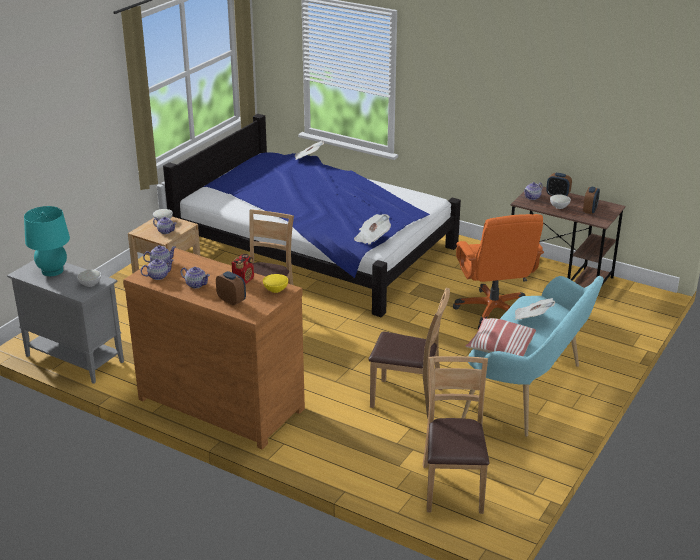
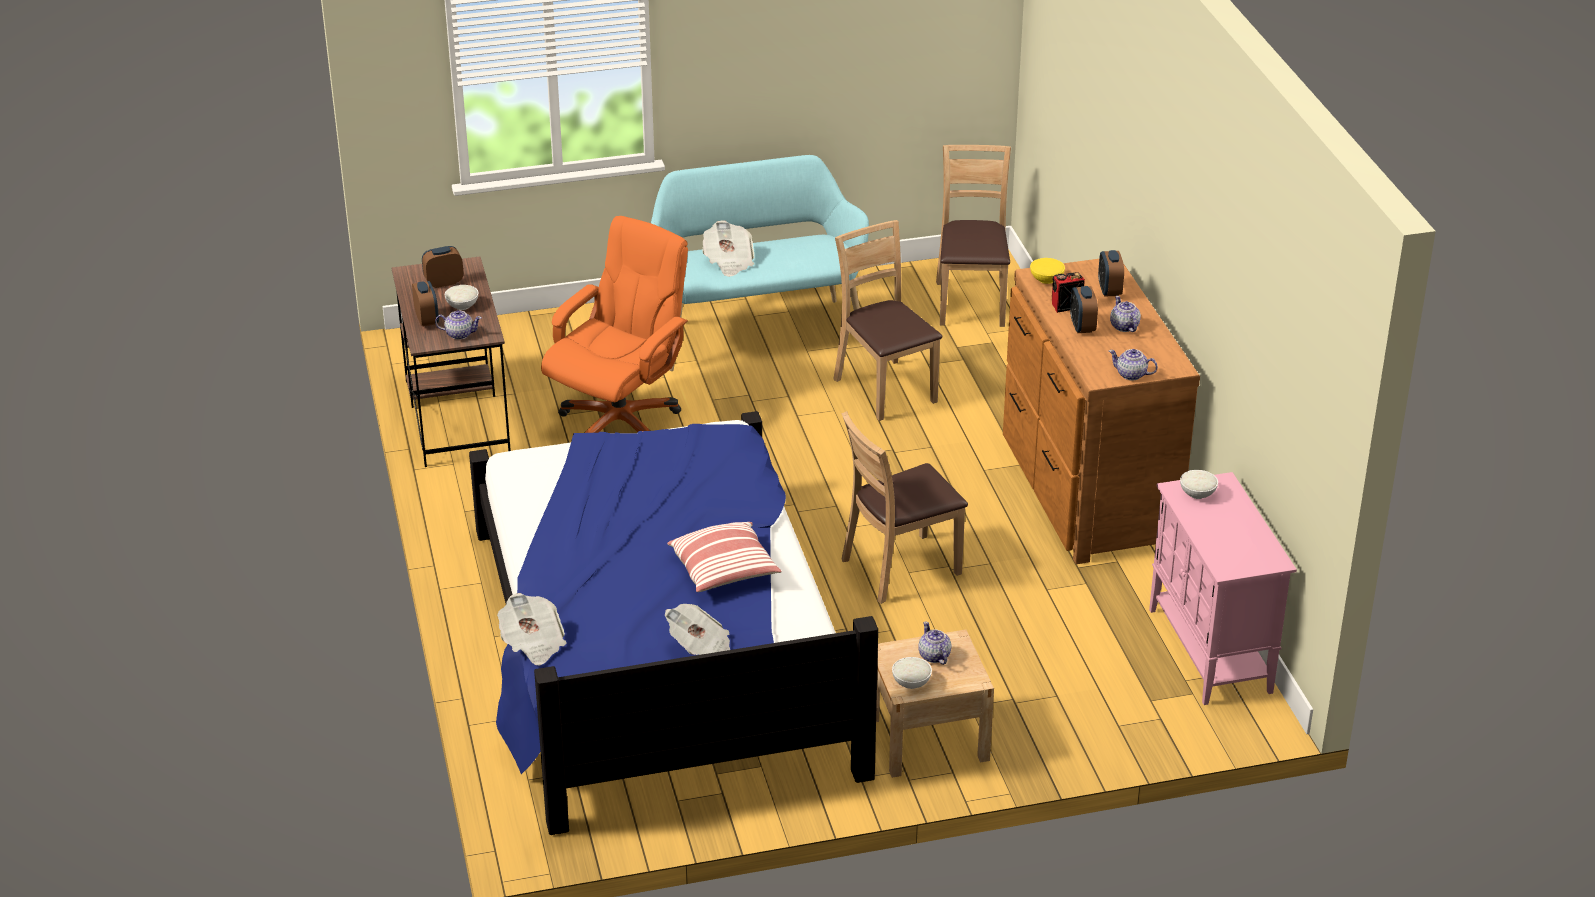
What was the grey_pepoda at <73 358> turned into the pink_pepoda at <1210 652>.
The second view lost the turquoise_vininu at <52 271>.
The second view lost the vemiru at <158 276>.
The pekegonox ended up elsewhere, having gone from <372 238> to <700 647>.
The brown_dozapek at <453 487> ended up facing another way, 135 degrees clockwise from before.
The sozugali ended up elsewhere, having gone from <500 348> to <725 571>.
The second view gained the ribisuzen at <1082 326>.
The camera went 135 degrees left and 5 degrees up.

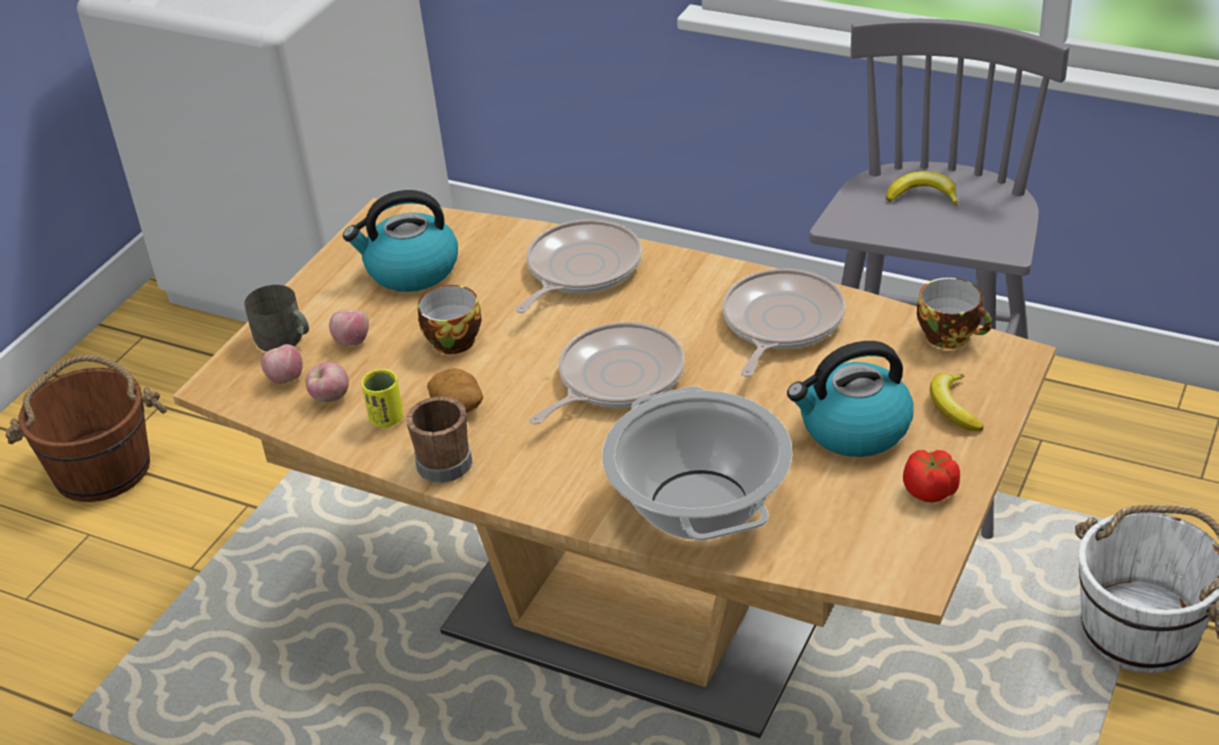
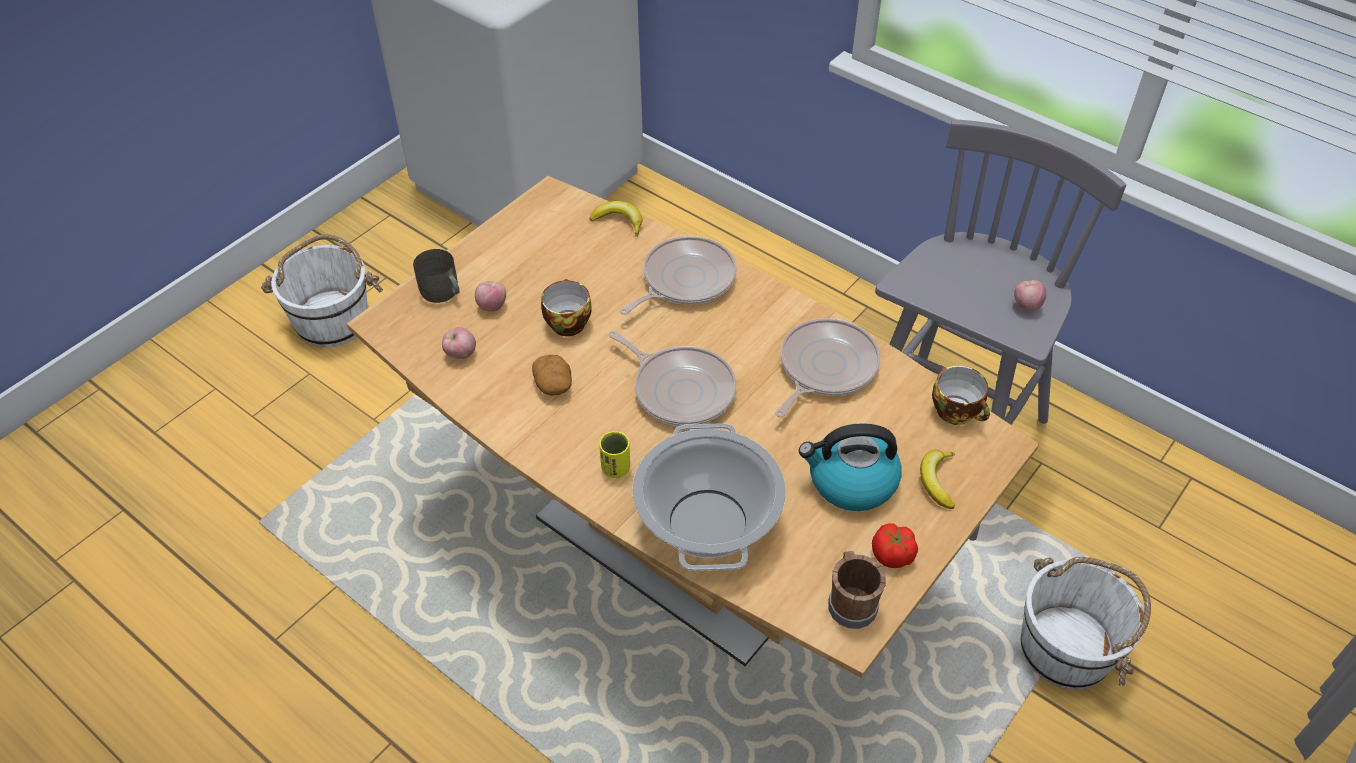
What was the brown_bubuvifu at <102 468> turned into the white_bubuvifu at <333 320>.
The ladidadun ended up elsewhere, having gone from <285 379> to <1026 305>.
The second view lost the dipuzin at <411 270>.
The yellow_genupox ended up elsewhere, having gone from <386 419> to <615 468>.
The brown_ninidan ended up elsewhere, having gone from <442 460> to <851 602>.
The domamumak at <615 379> ended up facing another way, 75 degrees clockwise from before.
The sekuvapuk ended up elsewhere, having gone from <923 196> to <619 221>.
The camera went 10 degrees right and 10 degrees up.

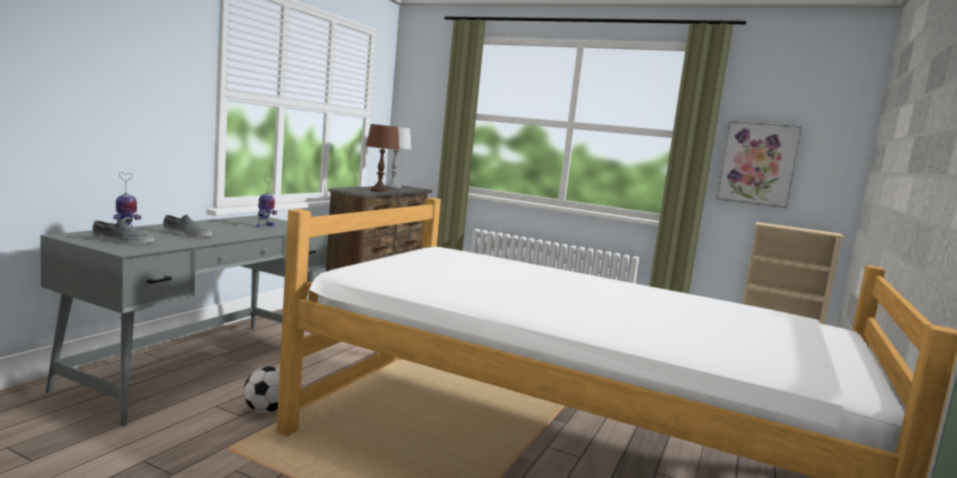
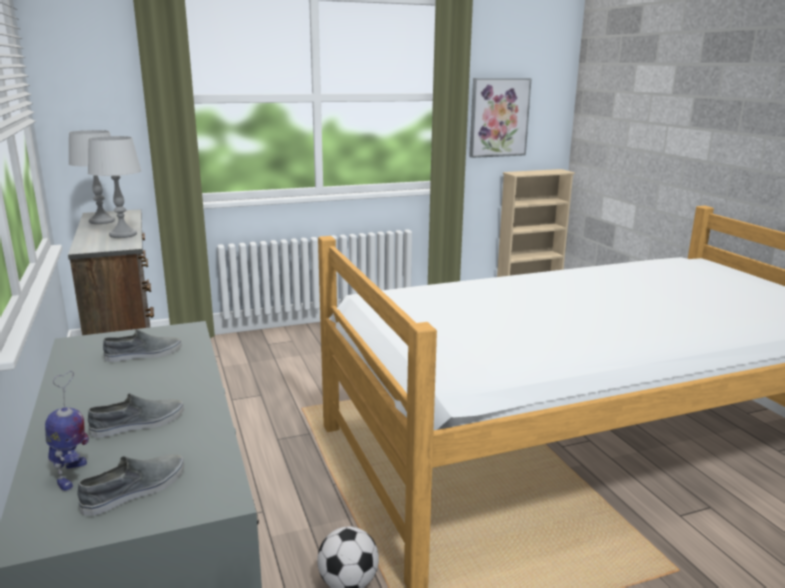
Where the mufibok stood at <264 226>, the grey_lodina came to stand at <144 354>.
What was the brown_vininu at <379 190> turned into the grey_vininu at <122 235>.
The camera went 45 degrees left and 10 degrees up.

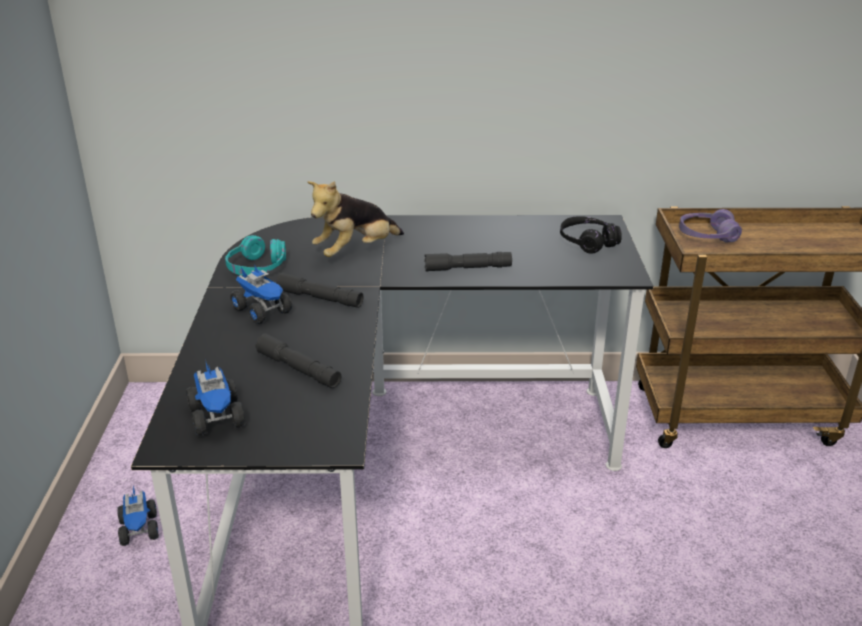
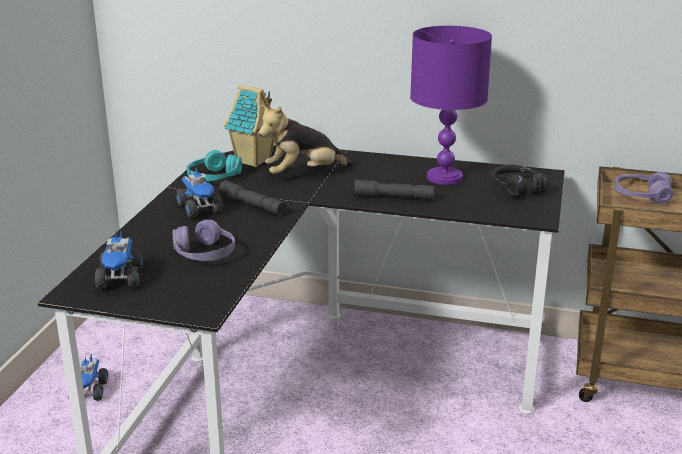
Where the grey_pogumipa stood at <298 369>, the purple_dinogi came to stand at <204 254>.
The second view gained the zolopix at <254 161>.
The second view gained the purple_vininu at <443 177>.
The camera went 15 degrees right and 5 degrees down.

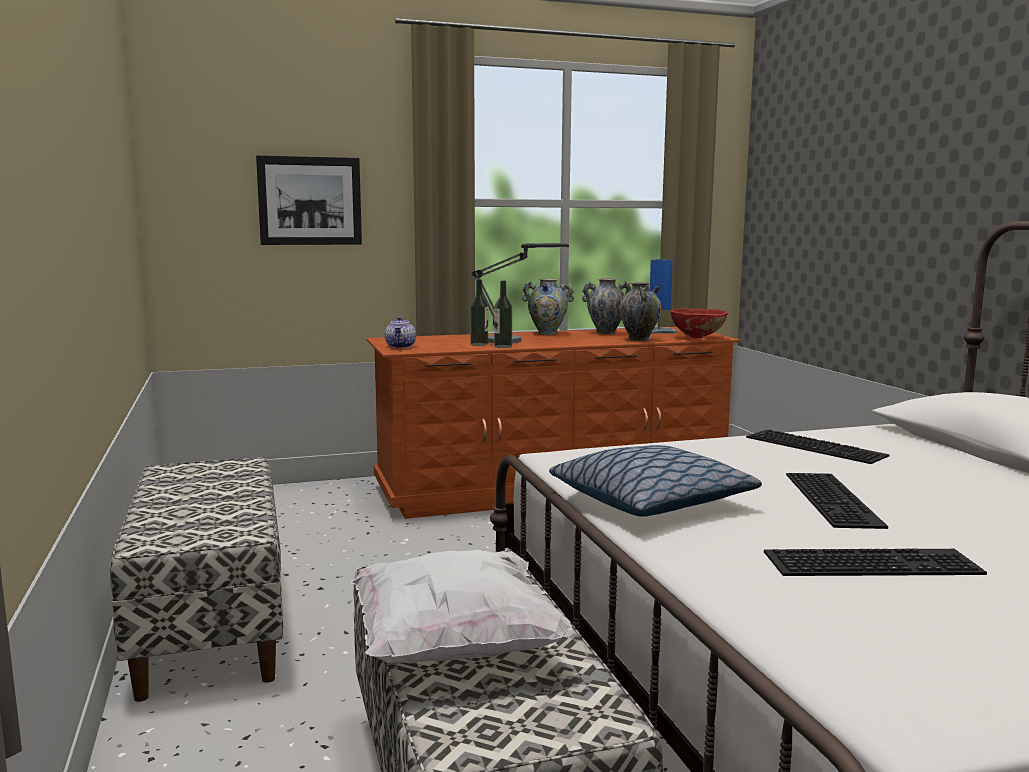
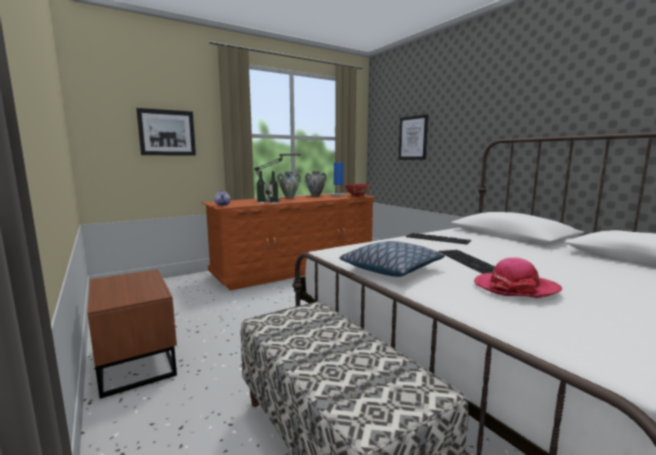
Where the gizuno stood at <209 623>, the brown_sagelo came to stand at <138 360>.
The second view lost the white_sozugali at <455 647>.
The second view lost the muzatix at <639 339>.
Where the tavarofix stood at <872 561>, the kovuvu came to stand at <515 288>.
The second view gained the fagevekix at <413 138>.
The camera went 15 degrees left and 0 degrees up.

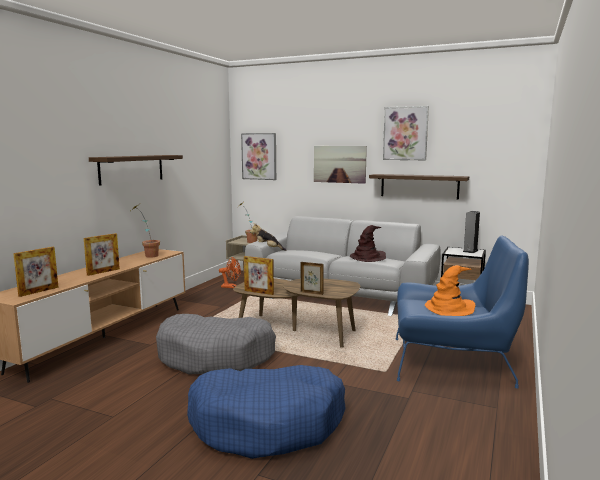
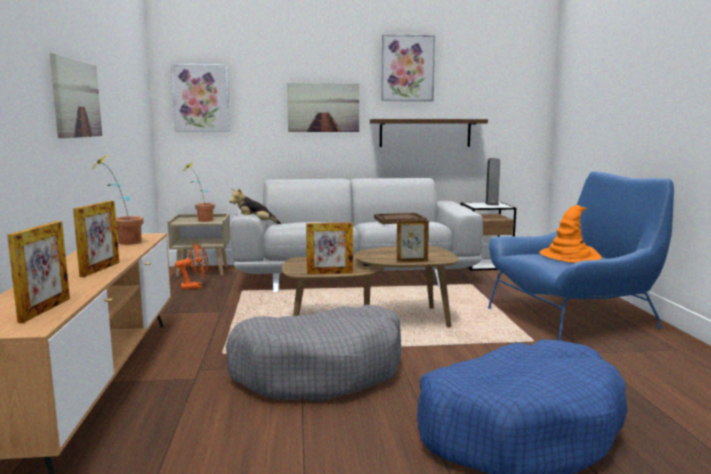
Where the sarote hung at <132 169>, the fagevekix came to hang at <76 98>.
Where the brown_kovuvu stood at <368 257>, the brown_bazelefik came to stand at <399 220>.
The camera went 30 degrees left and 0 degrees up.

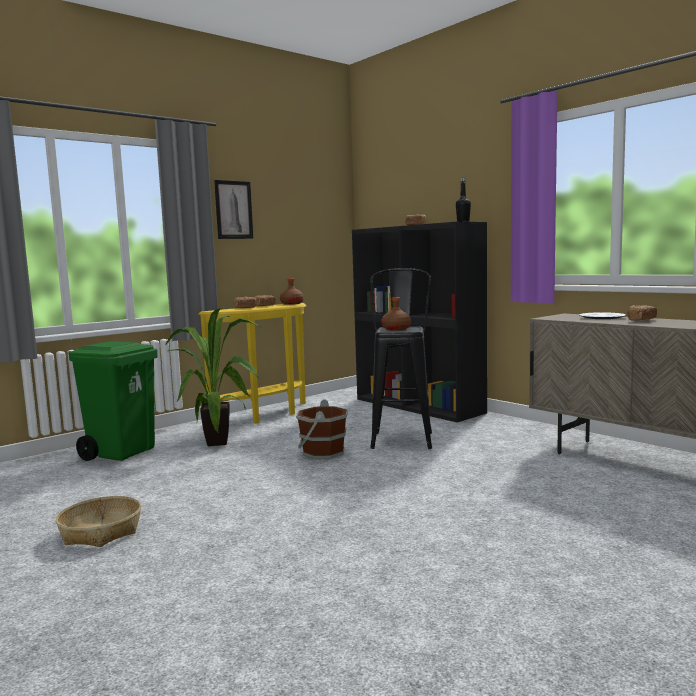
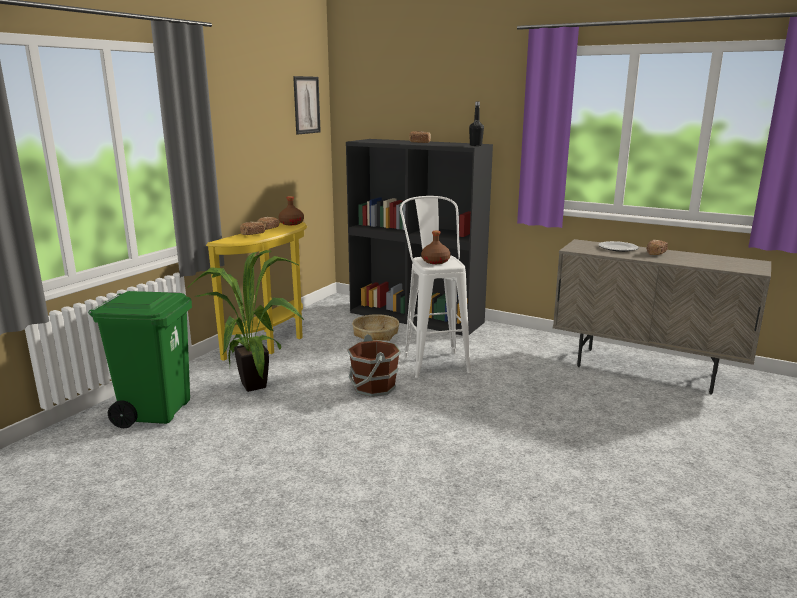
The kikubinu ended up elsewhere, having gone from <101 531> to <376 334>.
The fagevekix ended up elsewhere, having gone from <233 210> to <306 105>.
What was the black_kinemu at <402 437> turned into the white_kinemu at <433 360>.
The camera went 20 degrees left and 10 degrees up.

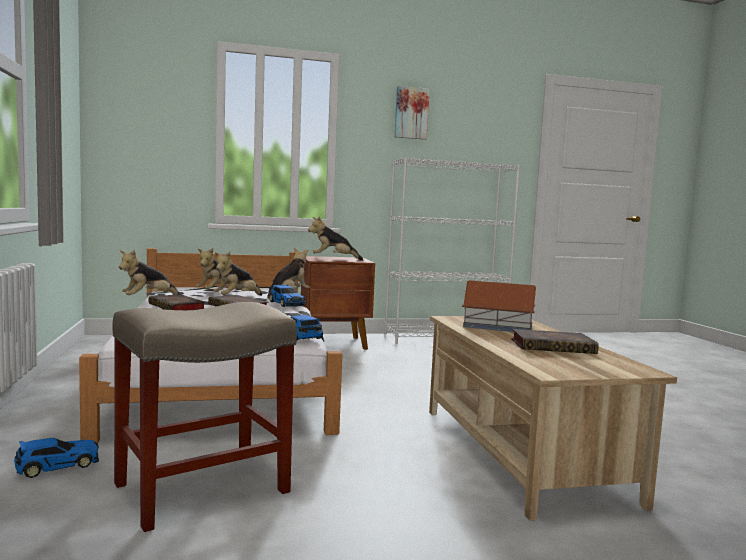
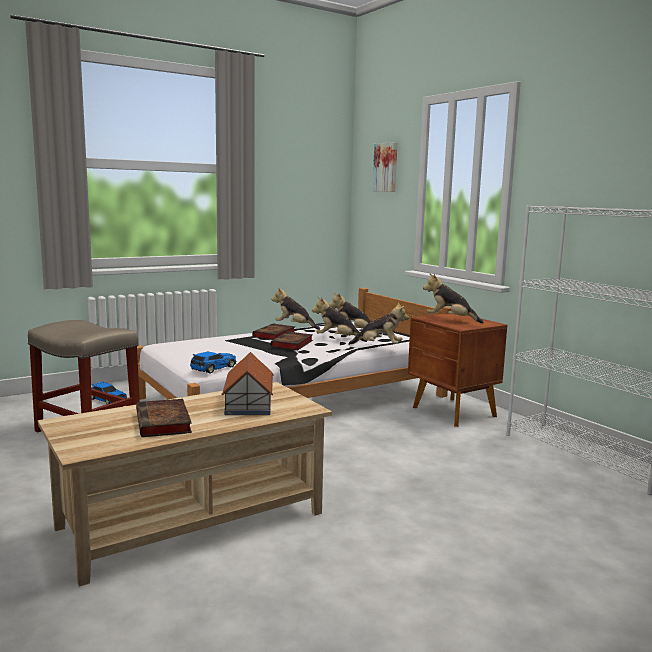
The second view lost the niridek at <287 303>.
The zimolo at <333 259> ended up facing another way, 45 degrees counterclockwise from before.
The fagevekix ended up elsewhere, having gone from <411 113> to <386 167>.
The camera went 70 degrees right and 5 degrees up.

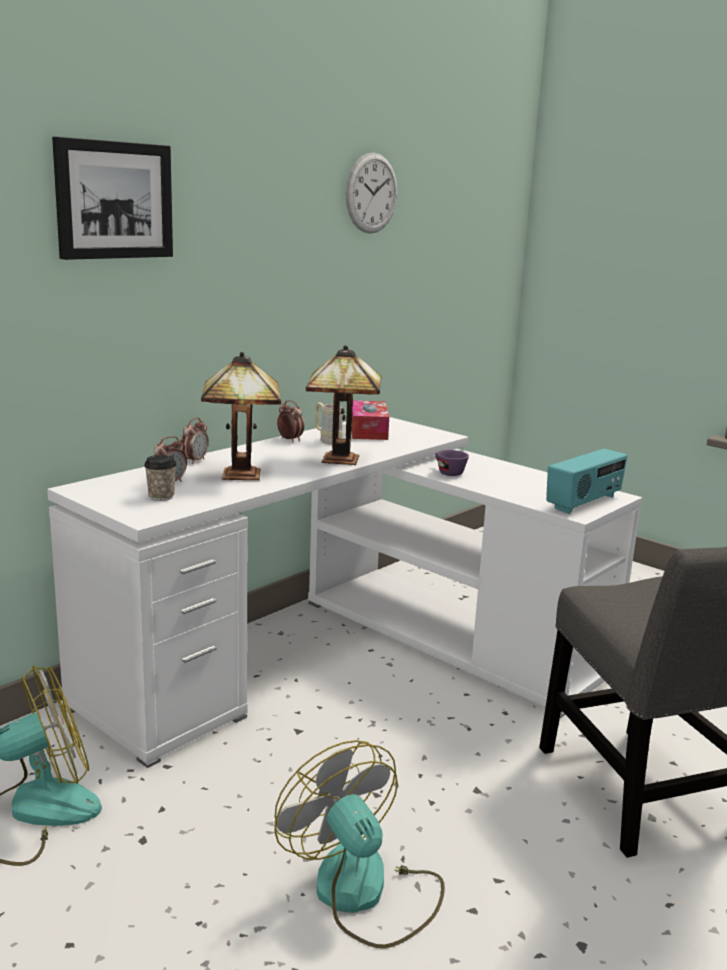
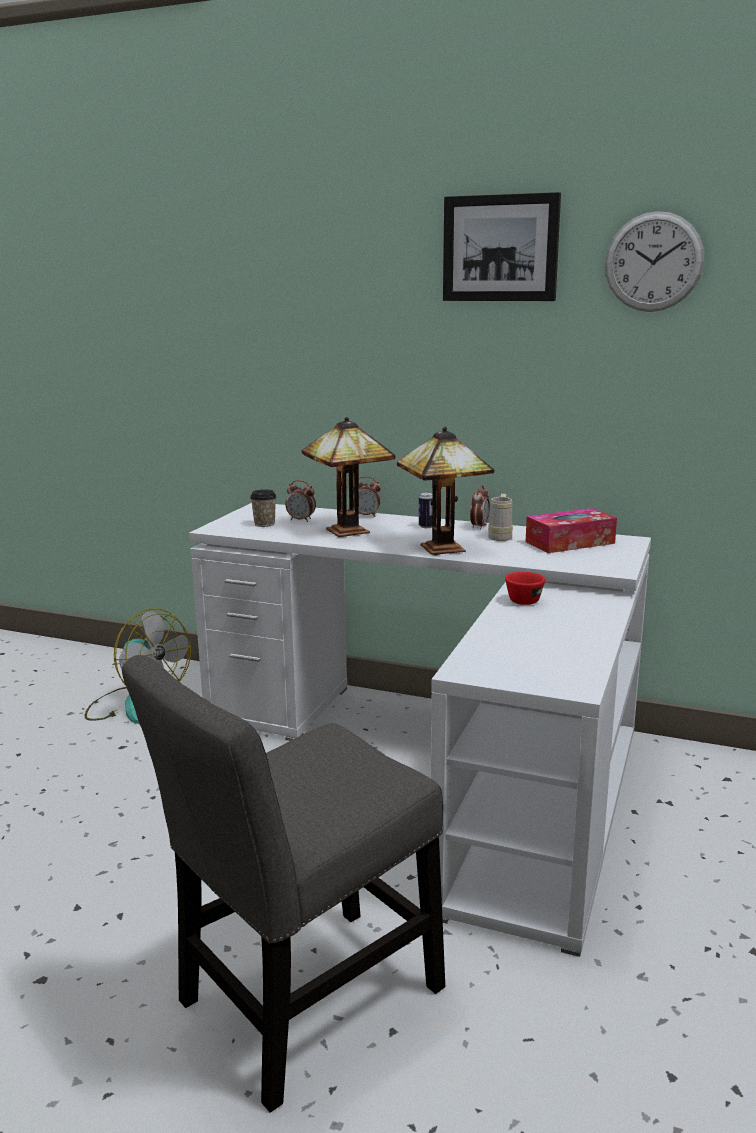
The fagevekix ended up elsewhere, having gone from <113 200> to <500 248>.
The second view lost the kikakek at <364 893>.
What was the purple_genupox at <447 472> turned into the red_genupox at <526 599>.
The second view lost the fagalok at <584 503>.
The second view gained the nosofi at <426 526>.
The camera went 70 degrees right and 0 degrees up.

